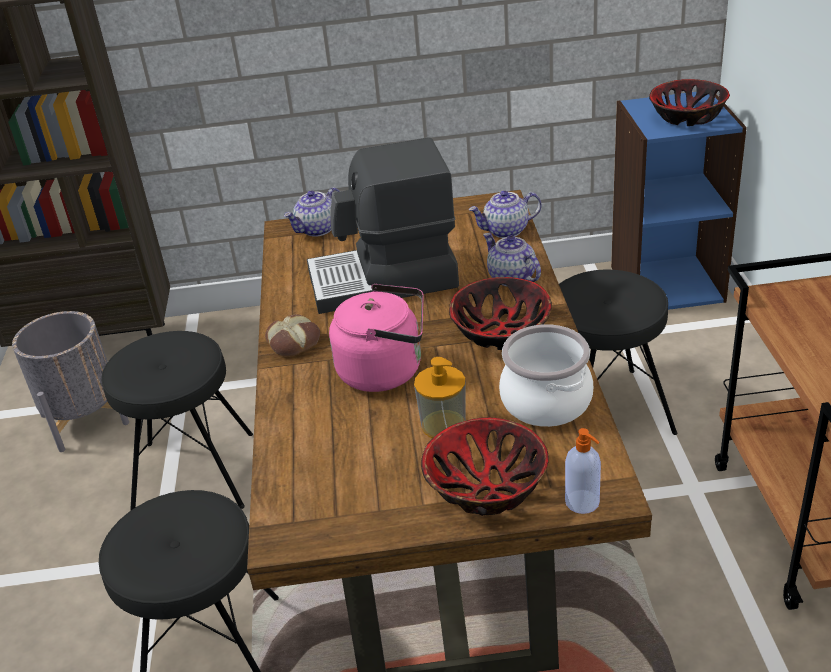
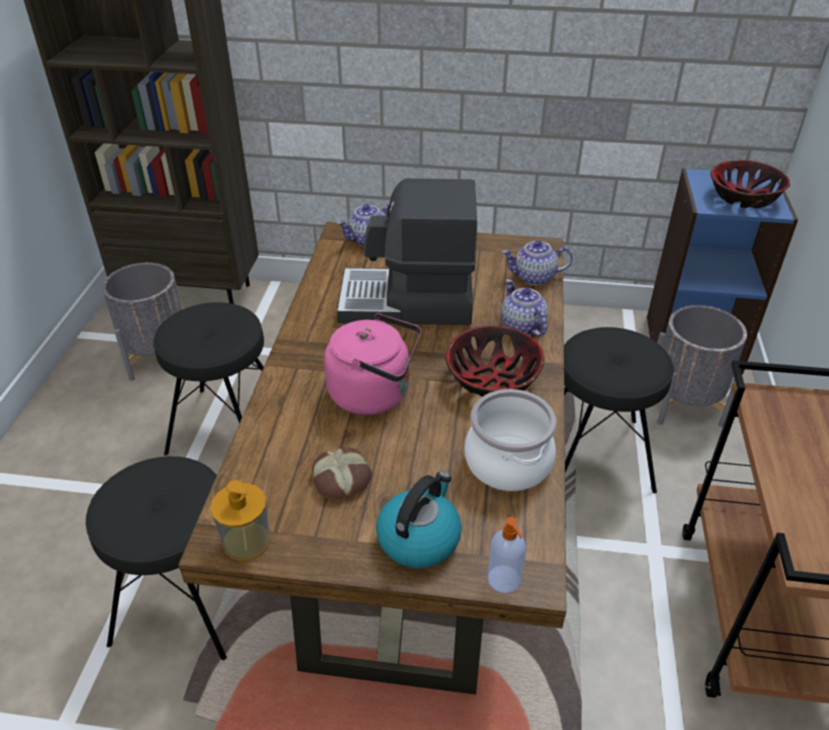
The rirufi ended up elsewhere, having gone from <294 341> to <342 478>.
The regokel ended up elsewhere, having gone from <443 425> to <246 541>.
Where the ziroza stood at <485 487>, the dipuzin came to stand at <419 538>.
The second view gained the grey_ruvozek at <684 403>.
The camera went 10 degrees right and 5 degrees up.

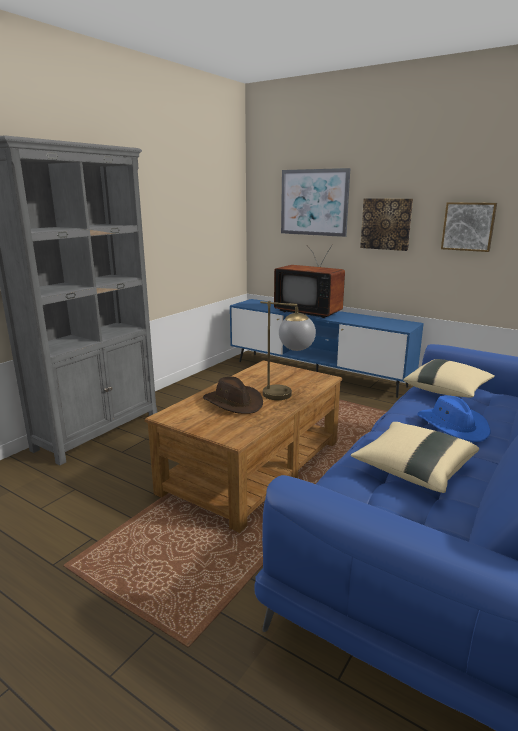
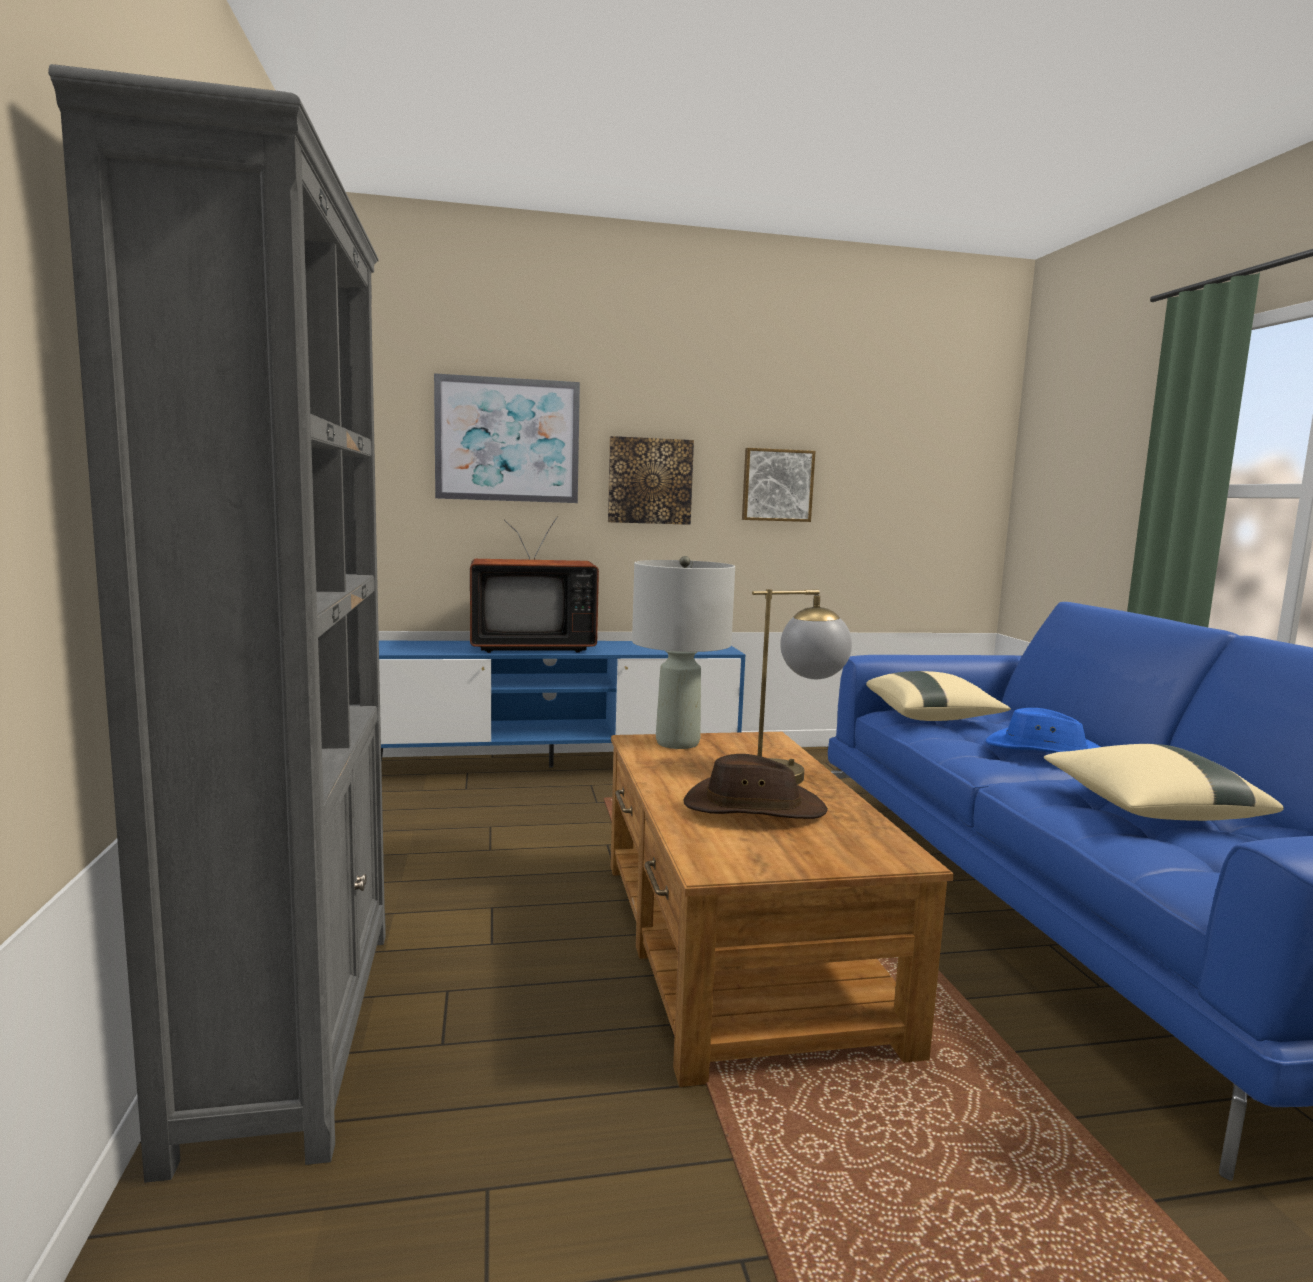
The second view gained the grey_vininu at <678 743>.
The camera went 45 degrees left and 10 degrees down.

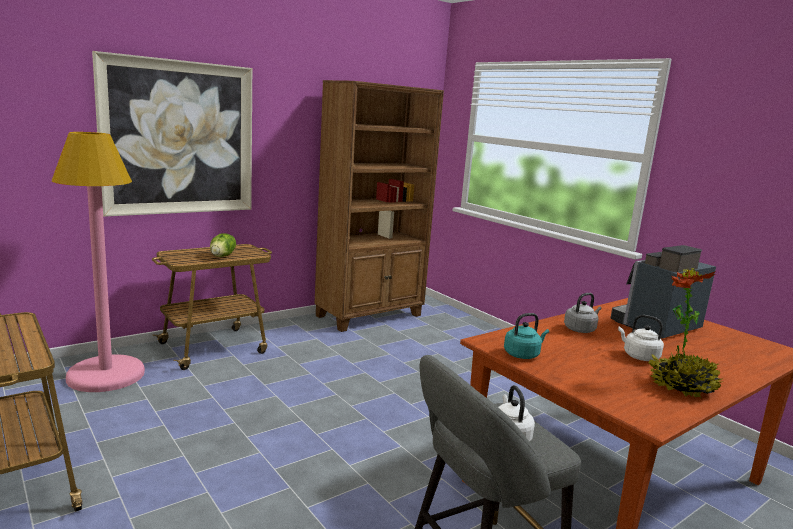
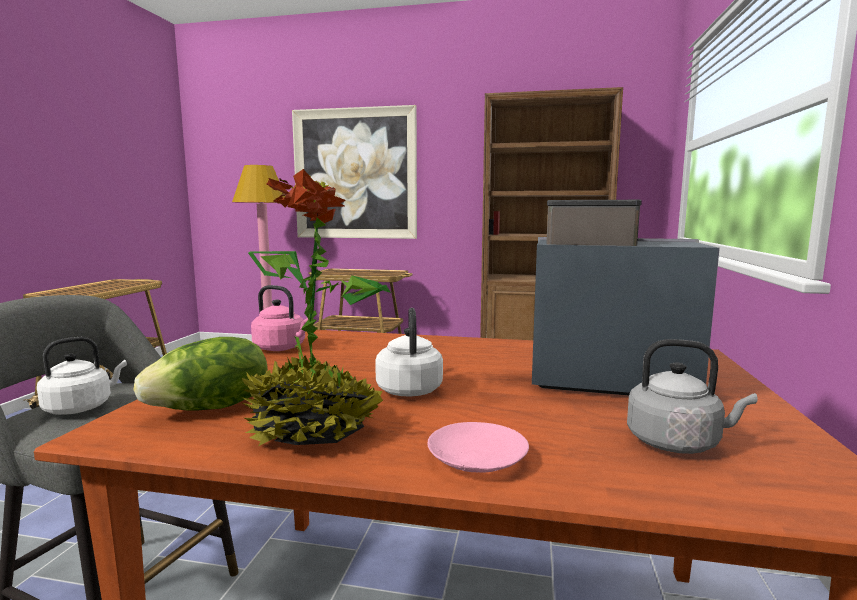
The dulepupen ended up elsewhere, having gone from <223 256> to <212 408>.
What was the turquoise_dipuzin at <523 354> turned into the pink_dipuzin at <282 348>.
The grey_dipuzin ended up elsewhere, having gone from <580 329> to <677 443>.
The second view gained the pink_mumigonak at <477 458>.
The camera went 50 degrees right and 5 degrees down.

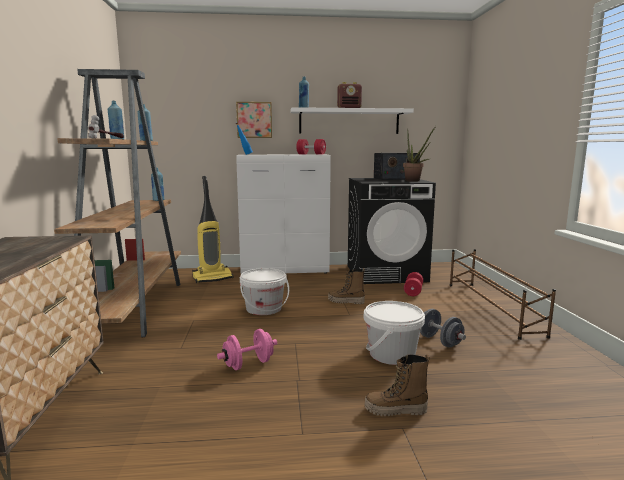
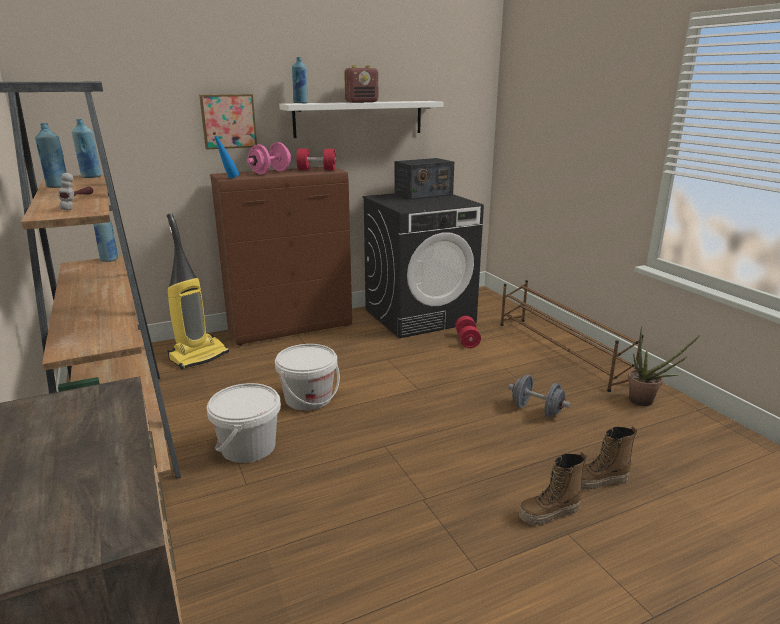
The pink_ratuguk ended up elsewhere, having gone from <248 364> to <270 172>.
What was the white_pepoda at <285 270> turned into the brown_pepoda at <291 328>.
The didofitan ended up elsewhere, having gone from <346 302> to <598 481>.
The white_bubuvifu ended up elsewhere, having gone from <392 354> to <248 447>.
The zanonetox ended up elsewhere, having gone from <415 181> to <646 402>.
The camera went 20 degrees left and 10 degrees up.

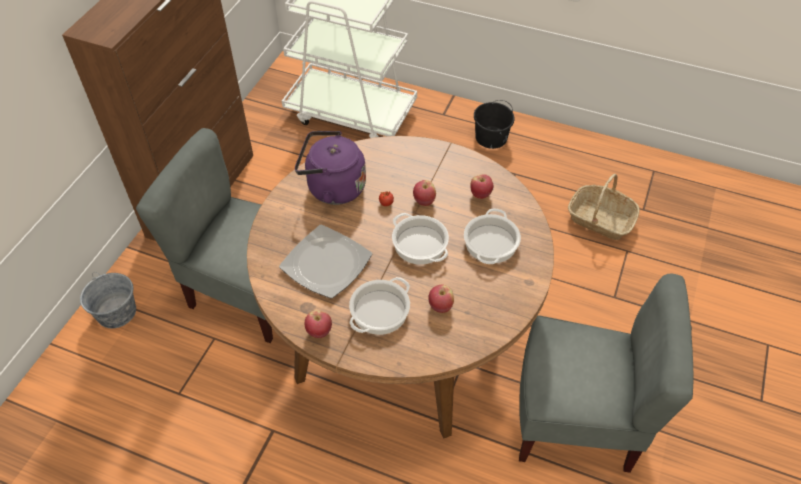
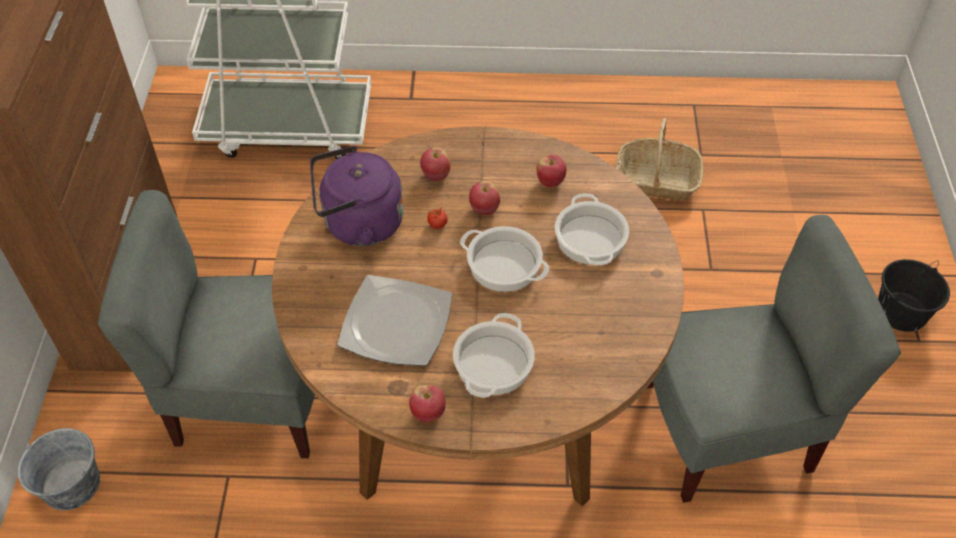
The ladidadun ended up elsewhere, having gone from <440 306> to <436 175>.
The black_bubuvifu ended up elsewhere, having gone from <491 138> to <901 312>.
The camera went 20 degrees left and 0 degrees up.

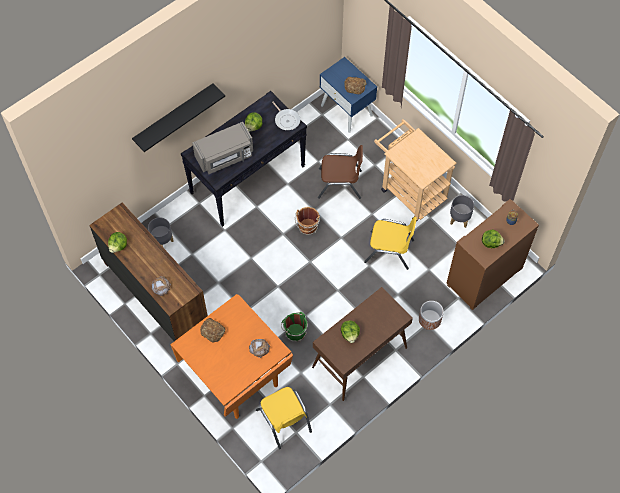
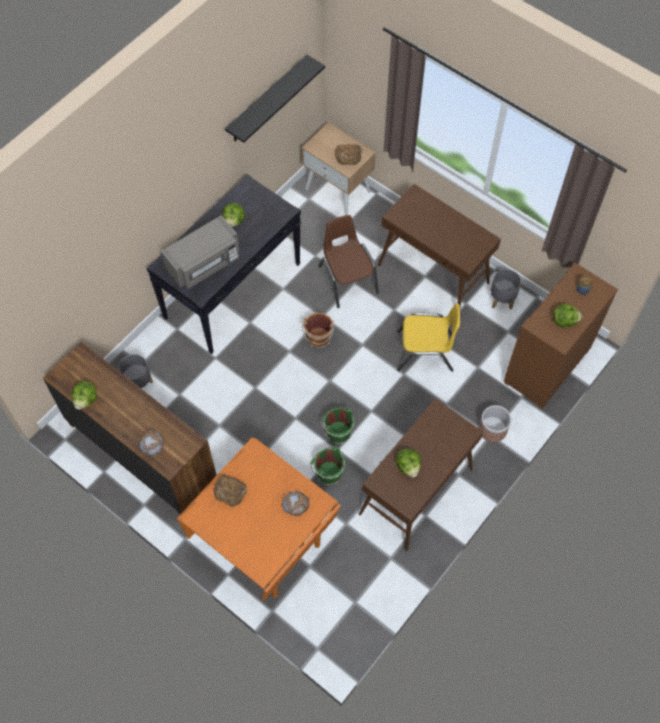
The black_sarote ended up elsewhere, having gone from <174 116> to <267 100>.
The second view lost the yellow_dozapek at <284 421>.
The second view lost the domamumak at <286 120>.
The brown_dozapek at <340 184> ended up facing another way, 105 degrees counterclockwise from before.
What was the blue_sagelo at <347 110> turned into the beige_sagelo at <338 190>.
Where the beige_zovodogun stood at <409 190>, the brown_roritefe came to stand at <434 274>.
The second view gained the green_bubuvifu at <337 432>.
The camera went 10 degrees left and 0 degrees up.

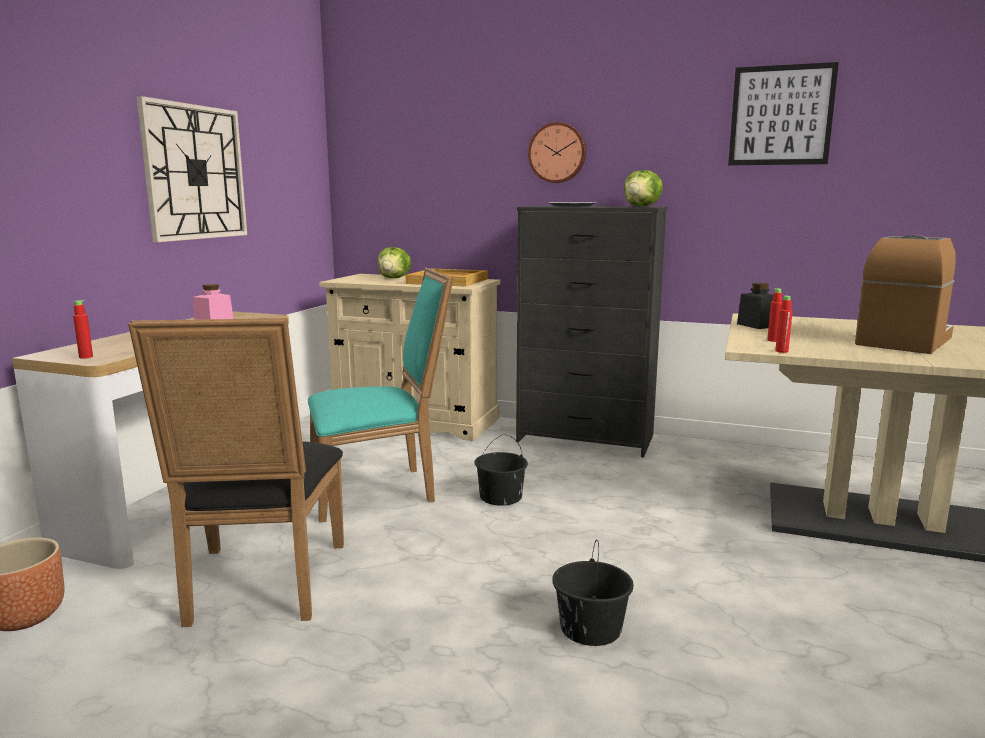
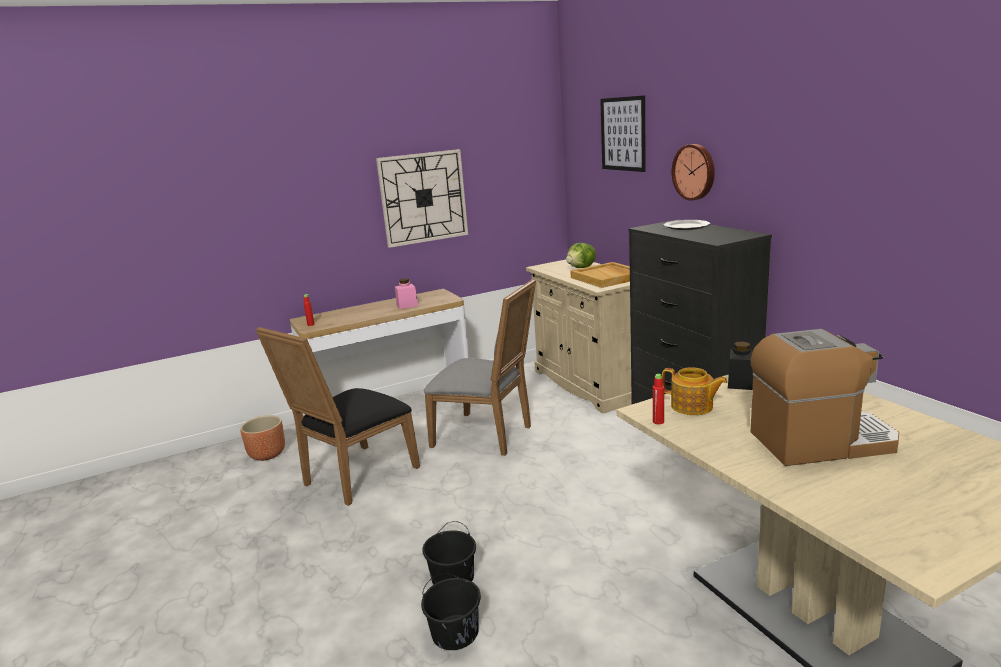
What was the turquoise_dozapek at <379 490> turned into the grey_dozapek at <488 435>.
The black_bubuvifu ended up elsewhere, having gone from <501 497> to <455 633>.
The second view lost the dulepupen at <642 206>.
The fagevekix ended up elsewhere, having gone from <781 115> to <623 134>.
Where the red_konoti stood at <773 340>, the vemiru came to stand at <692 407>.
The camera went 45 degrees right and 5 degrees up.

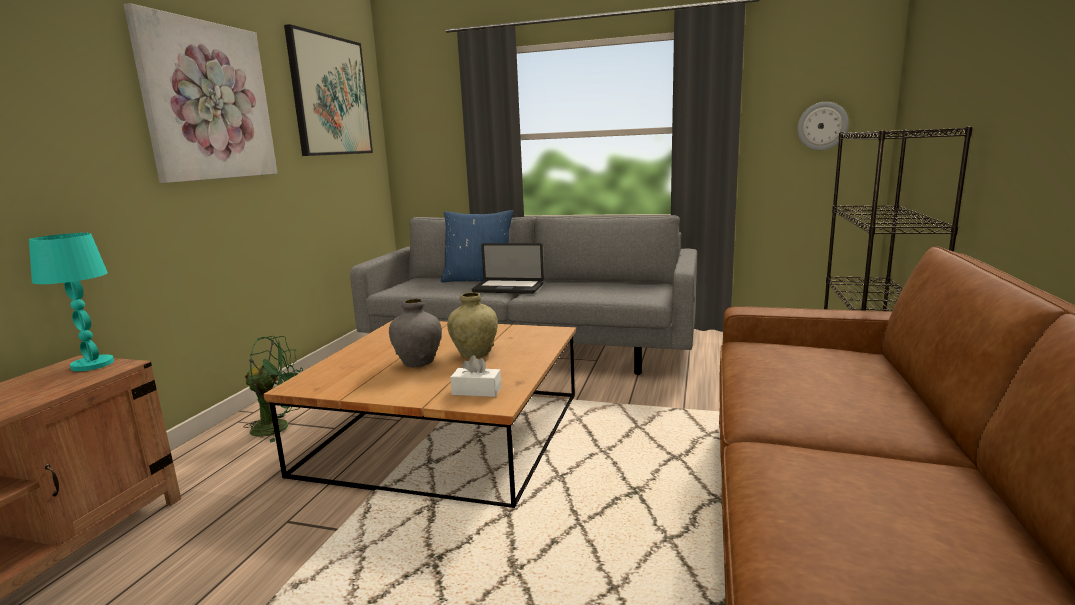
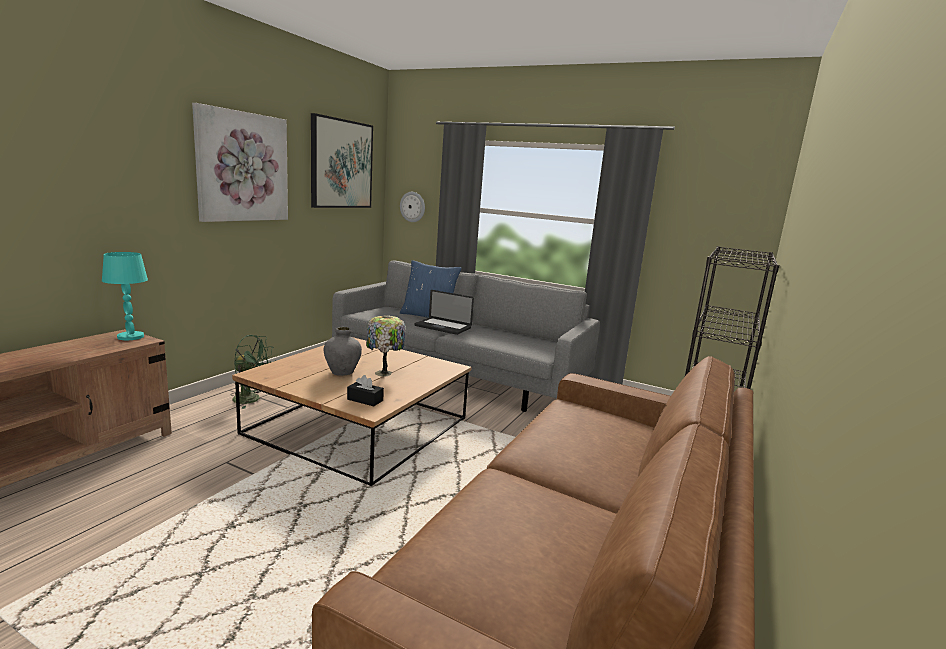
Where the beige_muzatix stood at <474 354>, the vininu came to stand at <384 373>.
What was the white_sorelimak at <476 391> turned into the black_sorelimak at <365 400>.
The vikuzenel ended up elsewhere, having gone from <822 126> to <412 207>.
The camera went 10 degrees right and 0 degrees up.

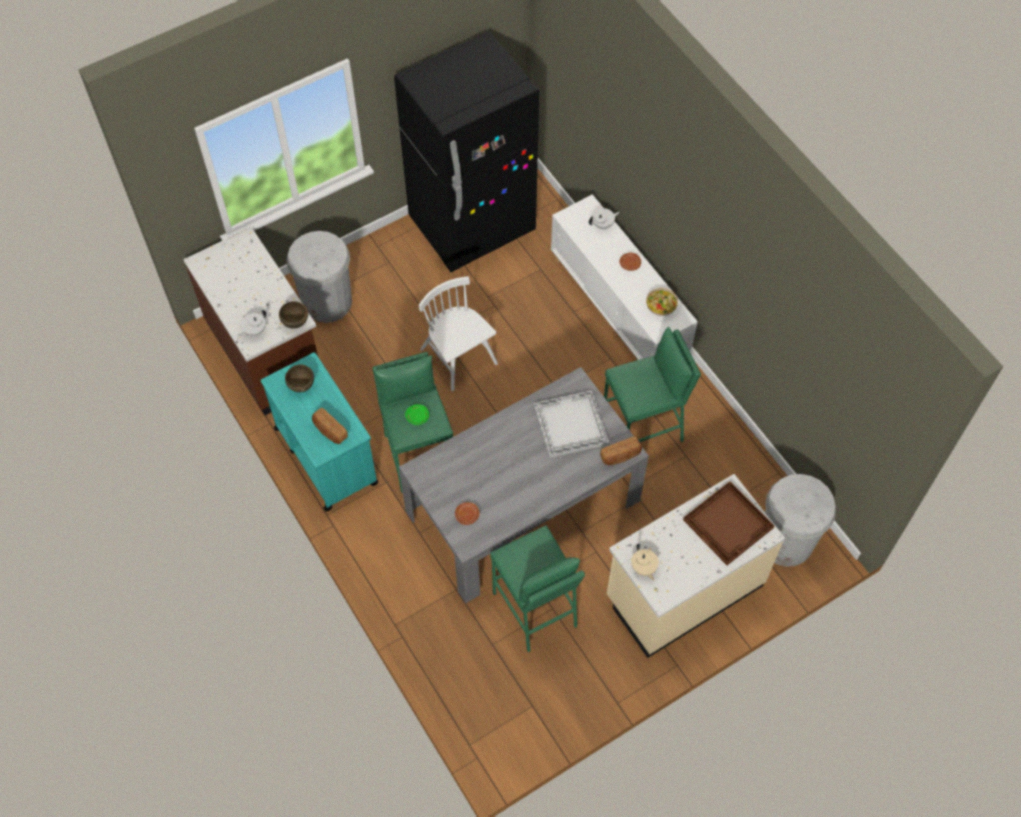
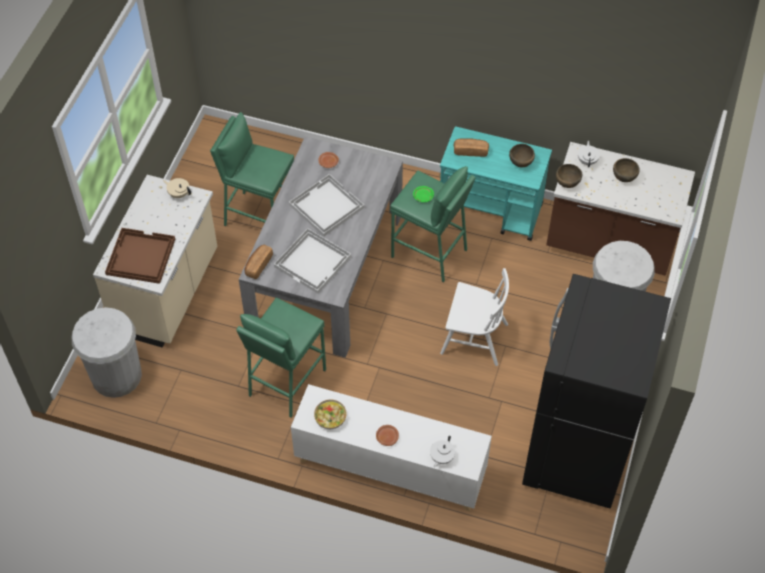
The second view gained the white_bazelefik at <325 206>.
The second view gained the brown_ziroza at <623 178>.
The camera went 140 degrees right and 5 degrees down.

